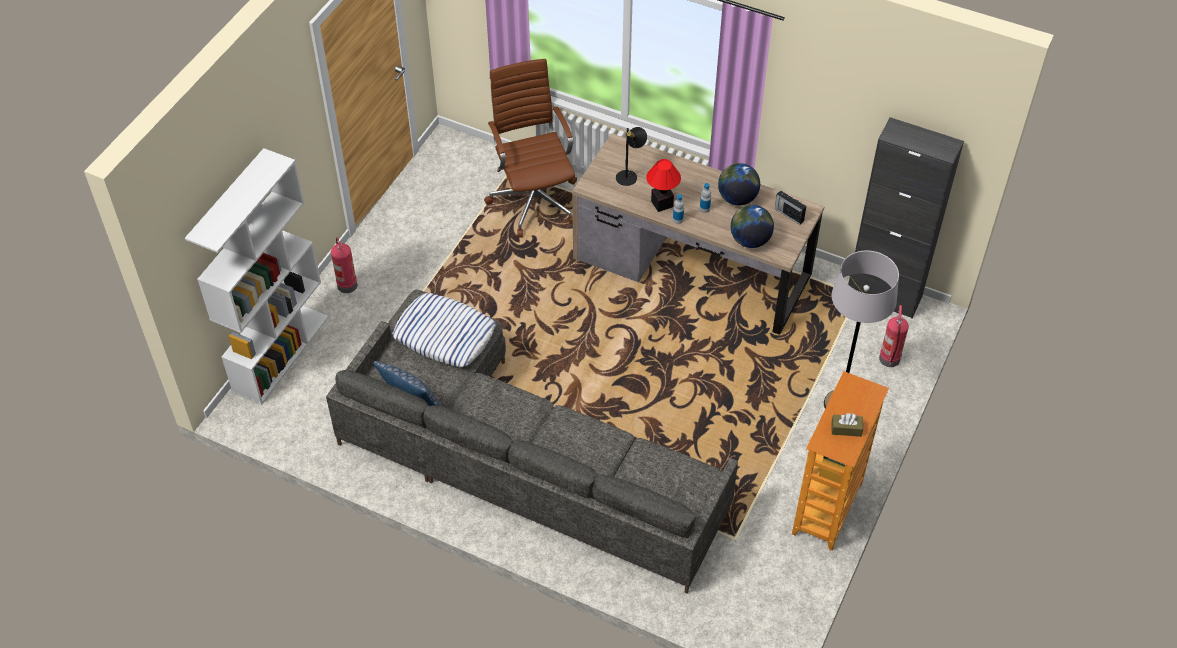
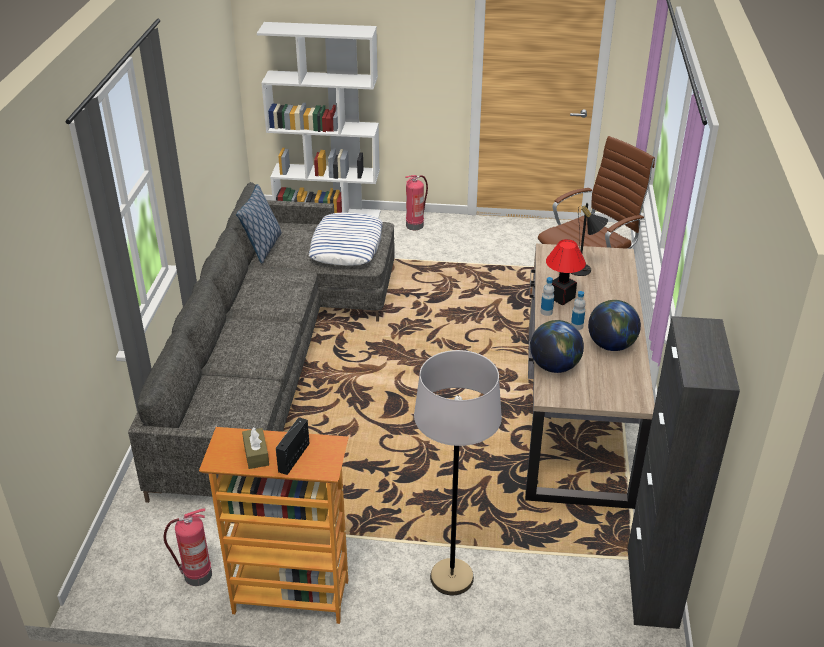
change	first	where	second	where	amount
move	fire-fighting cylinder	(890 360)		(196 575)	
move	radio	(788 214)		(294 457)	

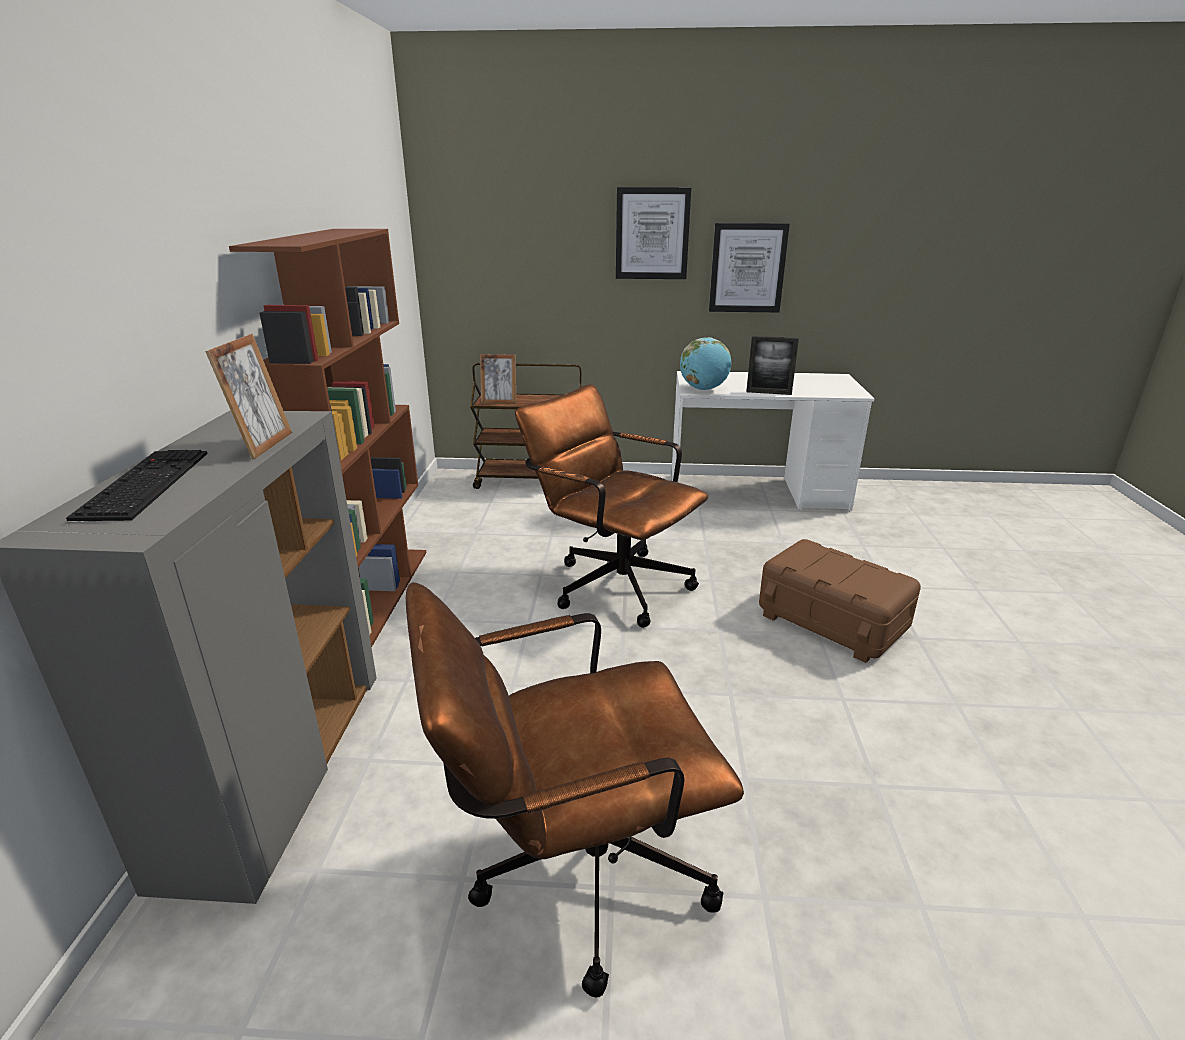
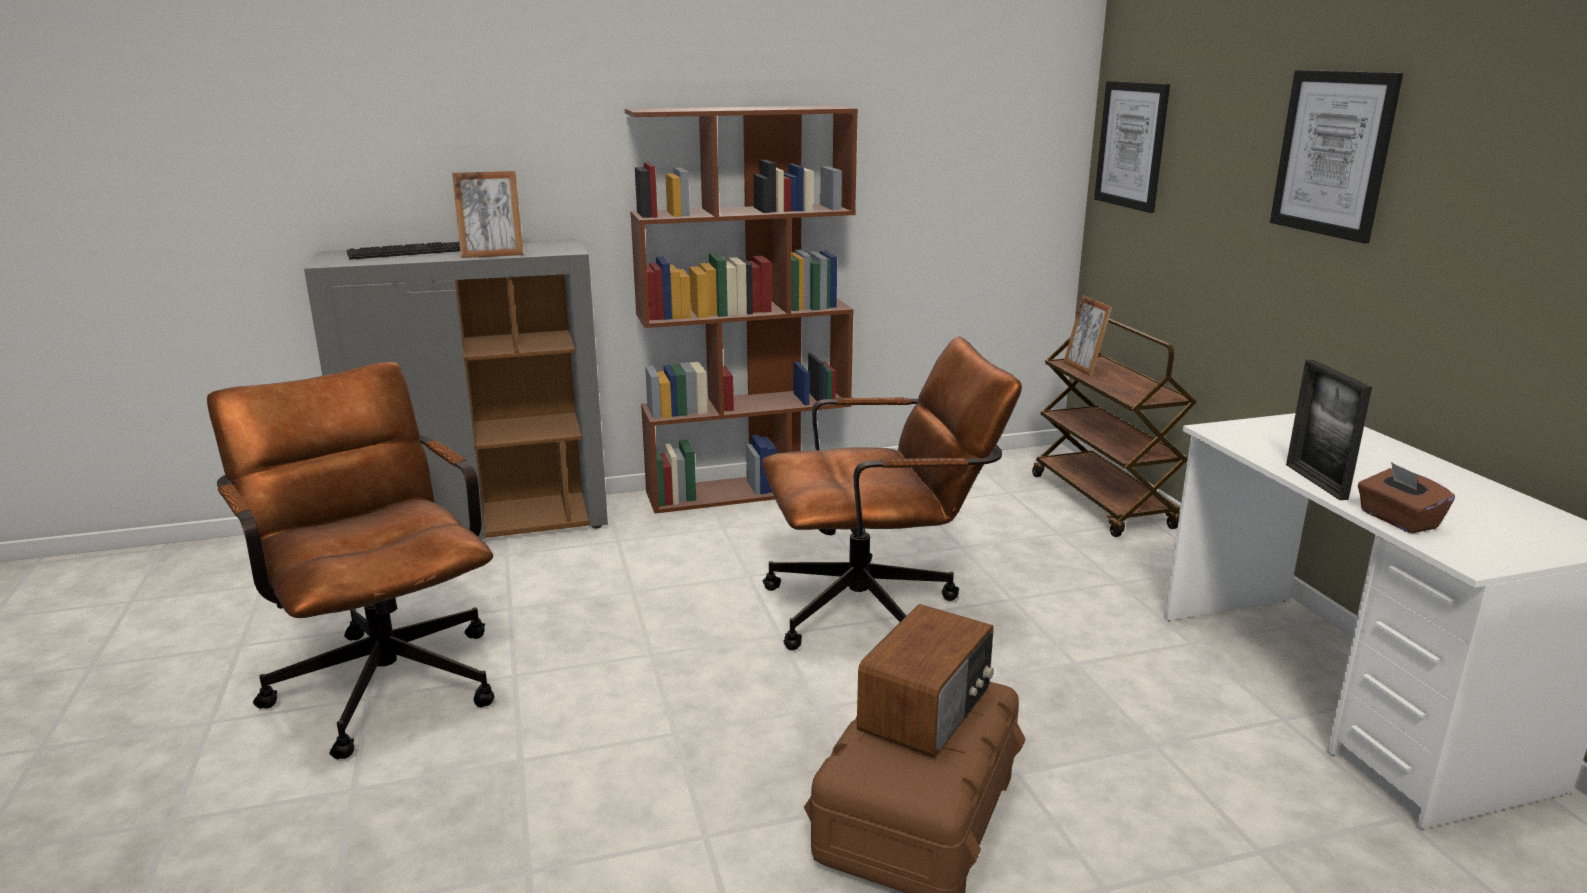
change	first	where	second	where	amount
rotate	brownish computer chair	(611 582)		(878 608)	60 degrees clockwise
insert			radio	(927 709)	
move	wall picture	(747 268)		(1131 145)	
insert			brownish tissue holder	(1397 520)	
delete	desk globe	(703 389)			

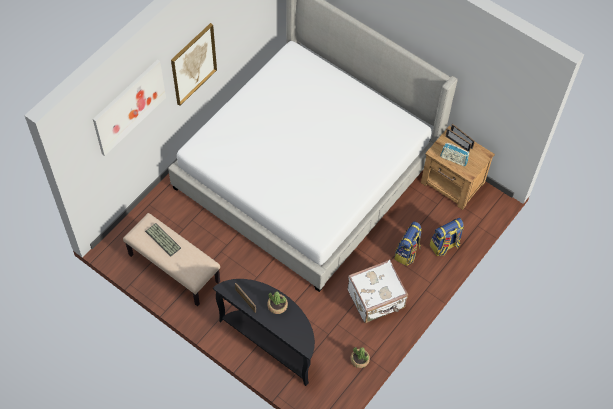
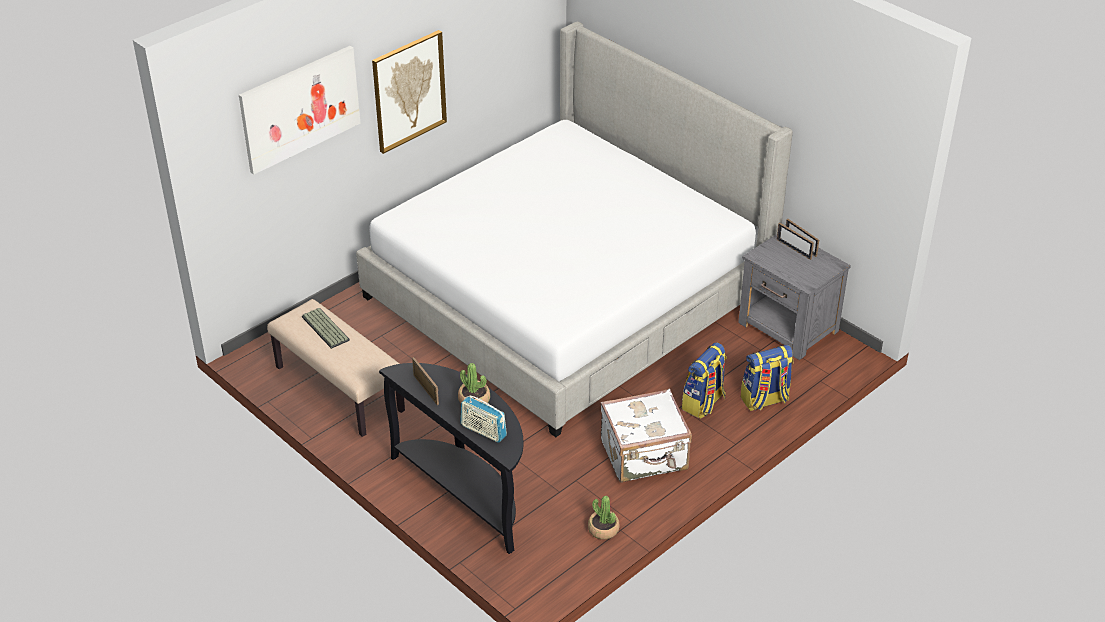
change	first	where	second	where	amount
move	radio	(453 159)		(483 431)	
recolor	brownish bedside table	(453 184)	grey bedside table	(788 328)	

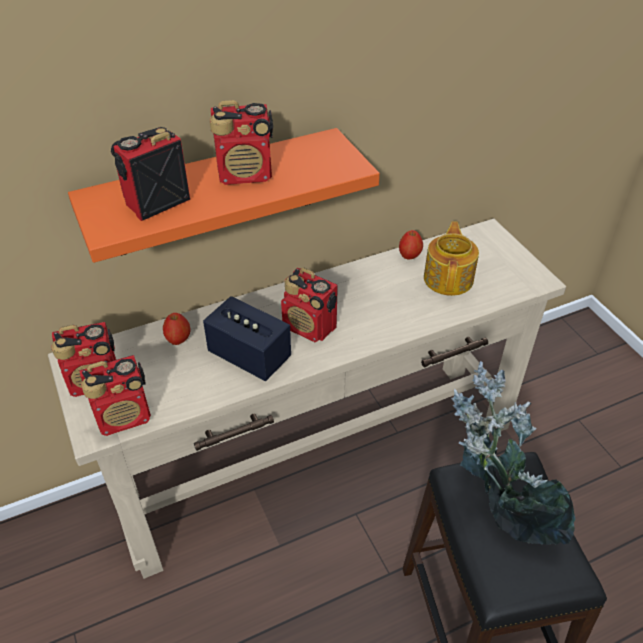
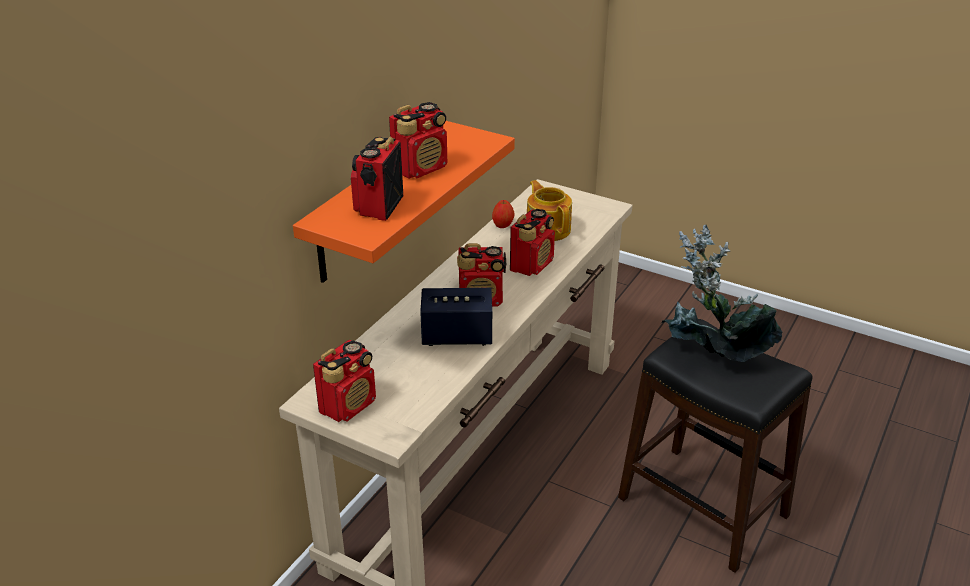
change	first	where	second	where	amount
move	radio	(124 417)		(532 265)	
delete	whole apple	(178 340)			

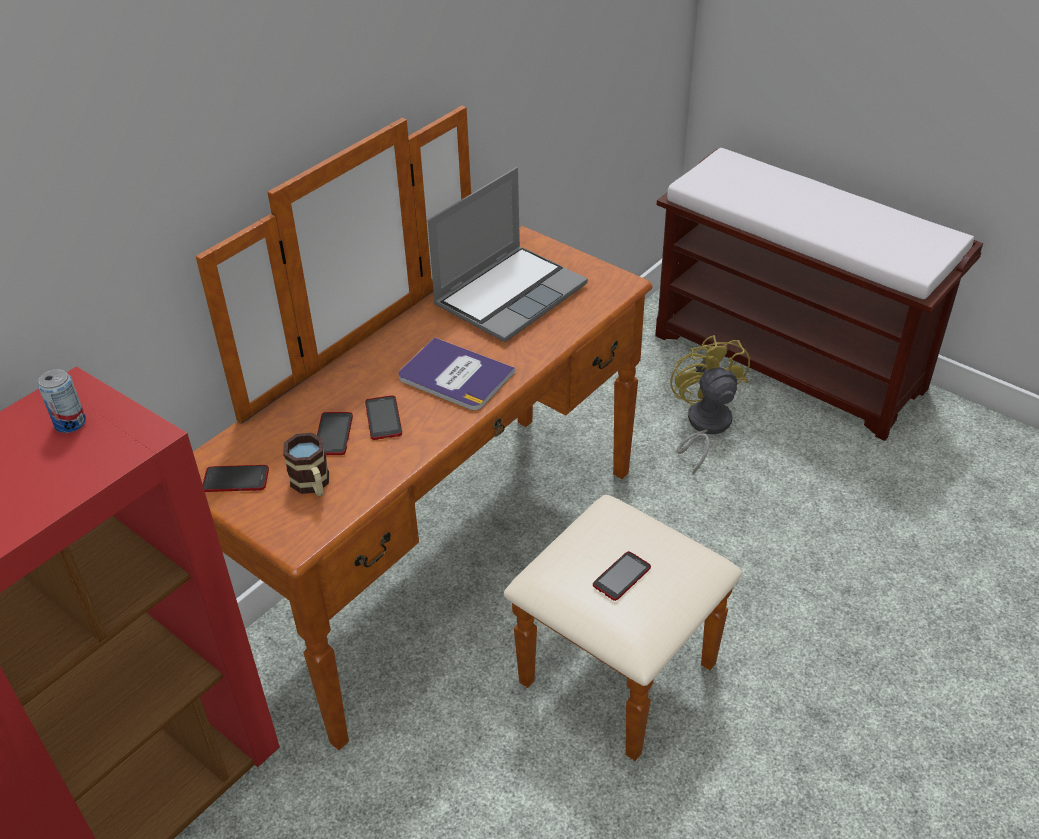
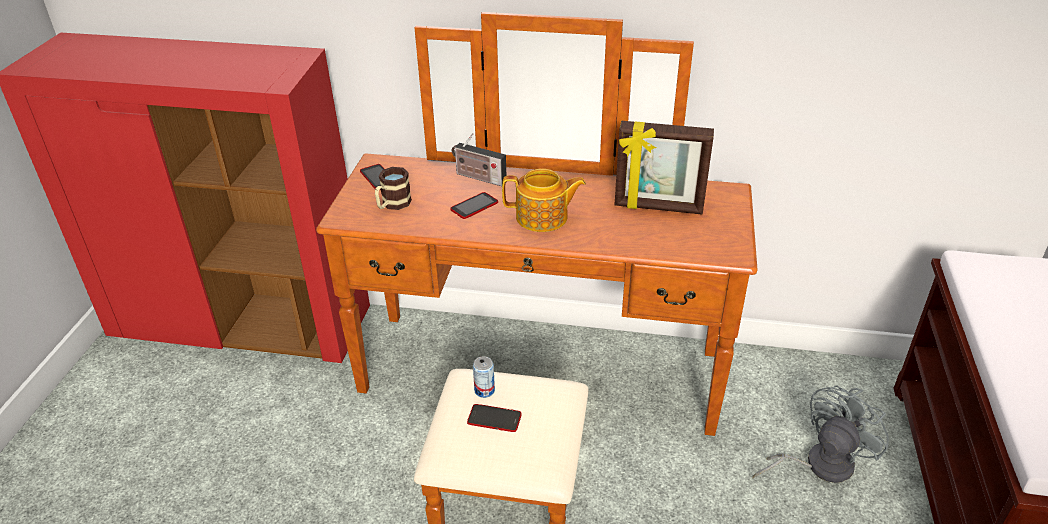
change	first	where	second	where	amount
insert			radio	(478 177)	
move	can	(70 423)		(484 390)	
replace	book	(455 376)	tea pot	(543 218)	
replace	laptop	(510 294)	photo frame	(658 208)	
recolor	yellow fan	(704 426)	grey fan	(818 465)	
delete	phone	(333 434)			

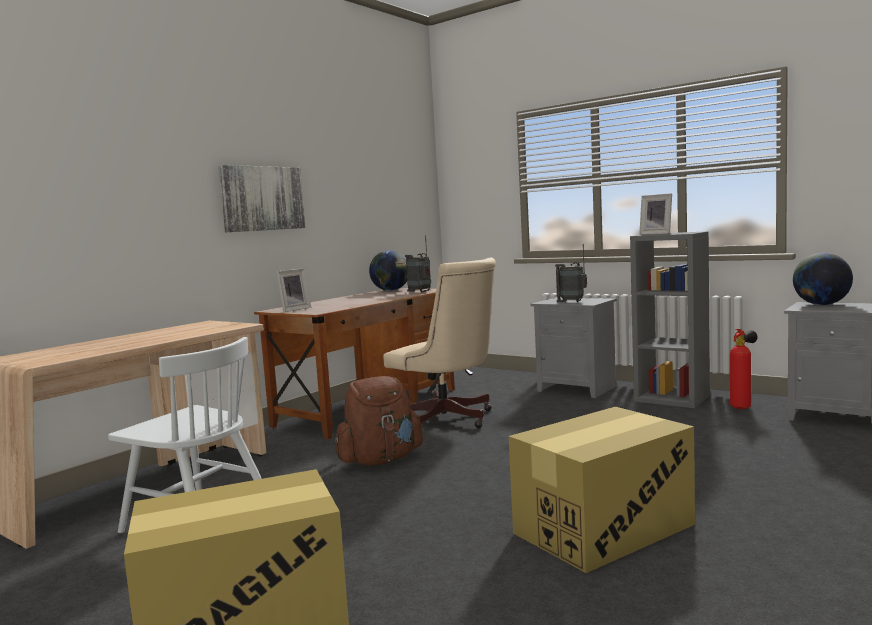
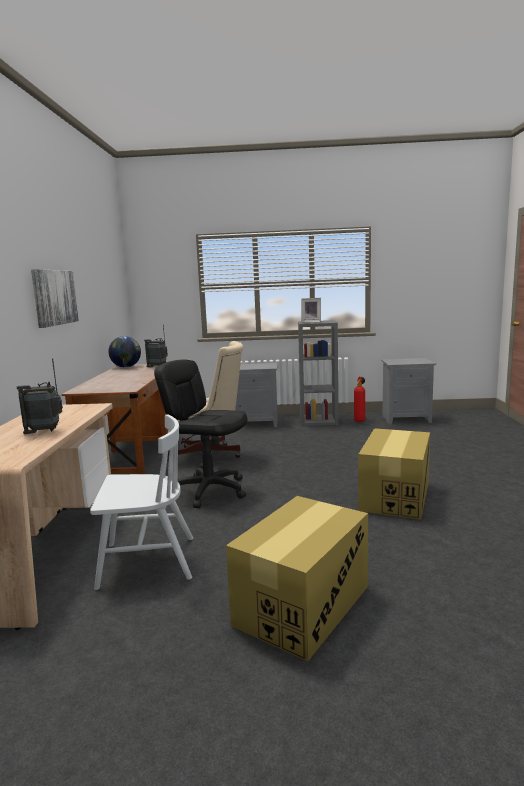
change	first	where	second	where	amount
move	radio	(572 302)		(45 431)	
replace	brownish rucksack	(380 460)	black-coloured computer chair	(209 490)	
delete	photo frame	(293 309)			
delete	desk globe	(821 304)			

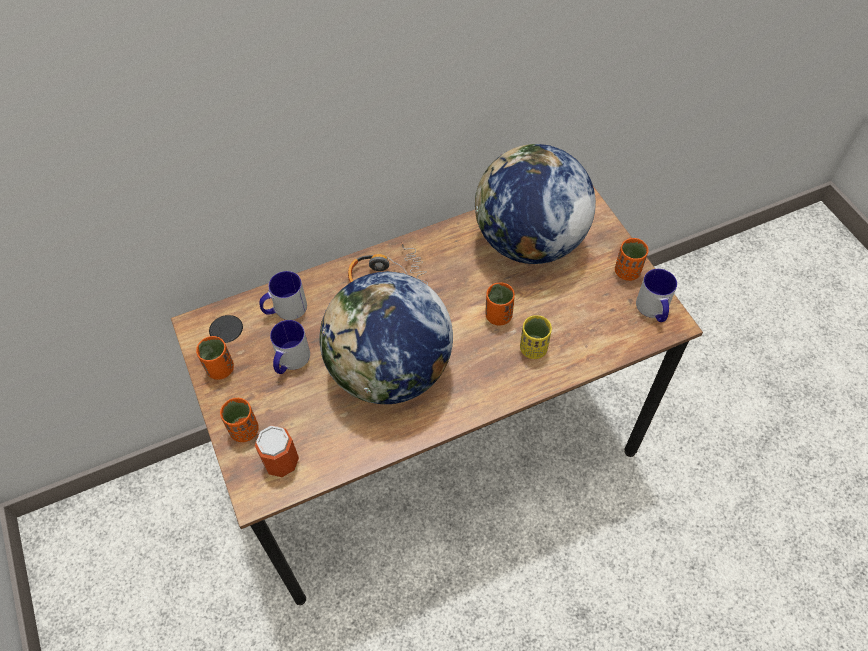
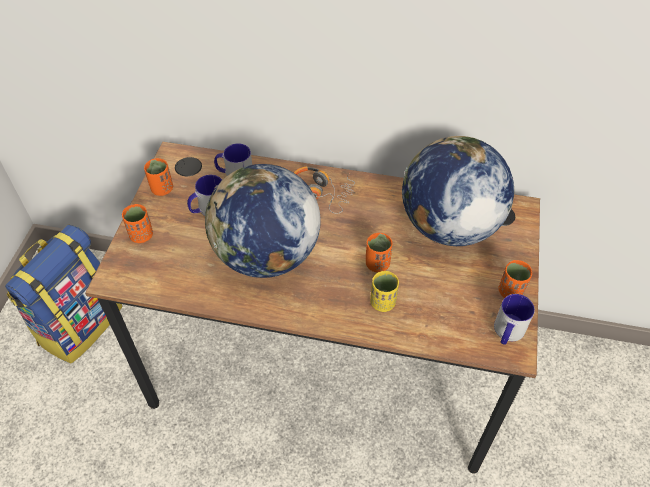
change	first	where	second	where	amount
insert			rucksack	(80 324)	
delete	can	(281 462)			

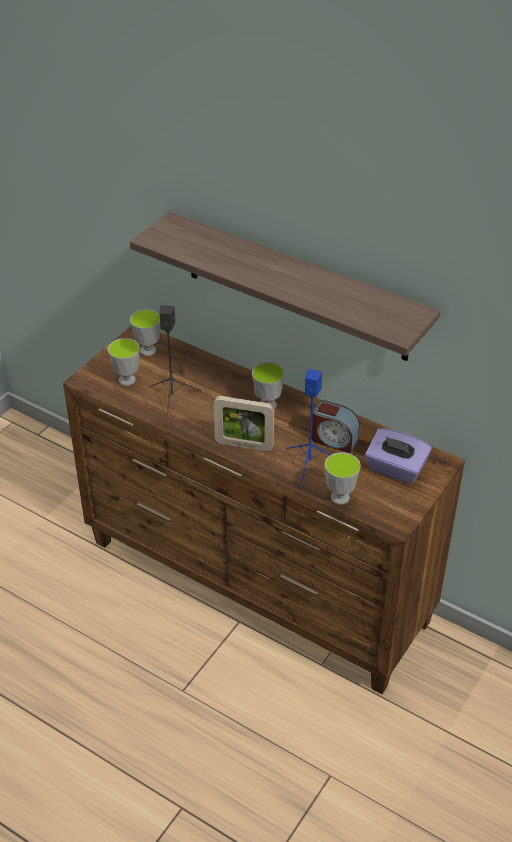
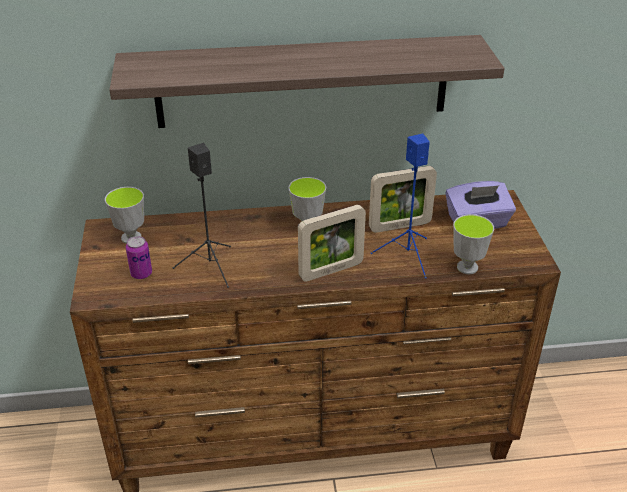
change	first	where	second	where	amount
replace	small cup	(127 380)	can	(141 274)	
replace	alarm clock	(334 440)	photo frame	(400 226)	

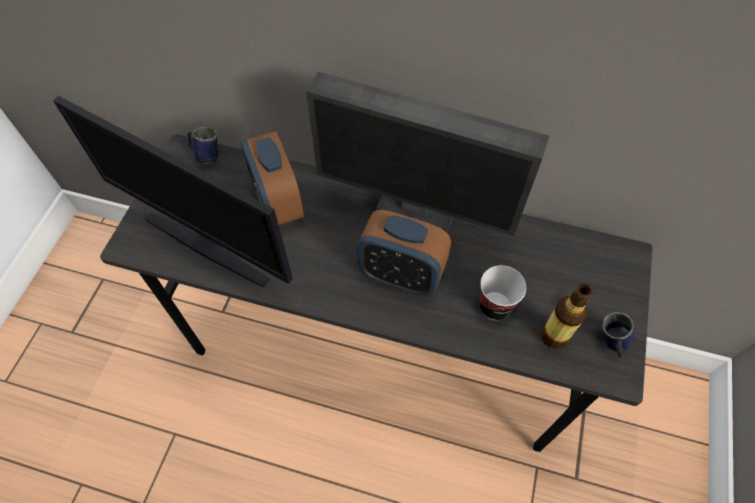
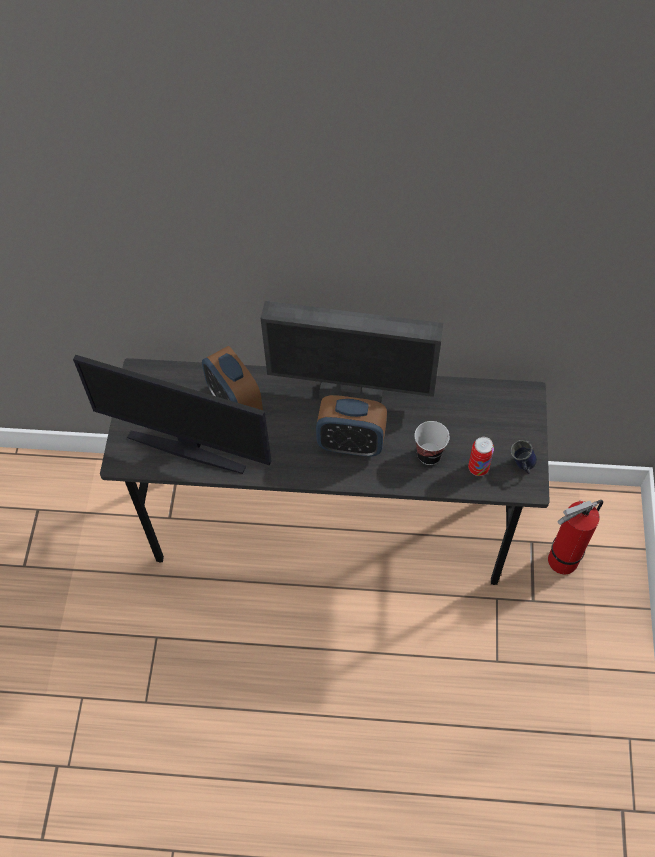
change	first	where	second	where	amount
replace	drink bottle	(554 336)	can	(478 468)	
insert			fire-fighting cylinder	(559 562)	
delete	blue mug	(206 155)			

